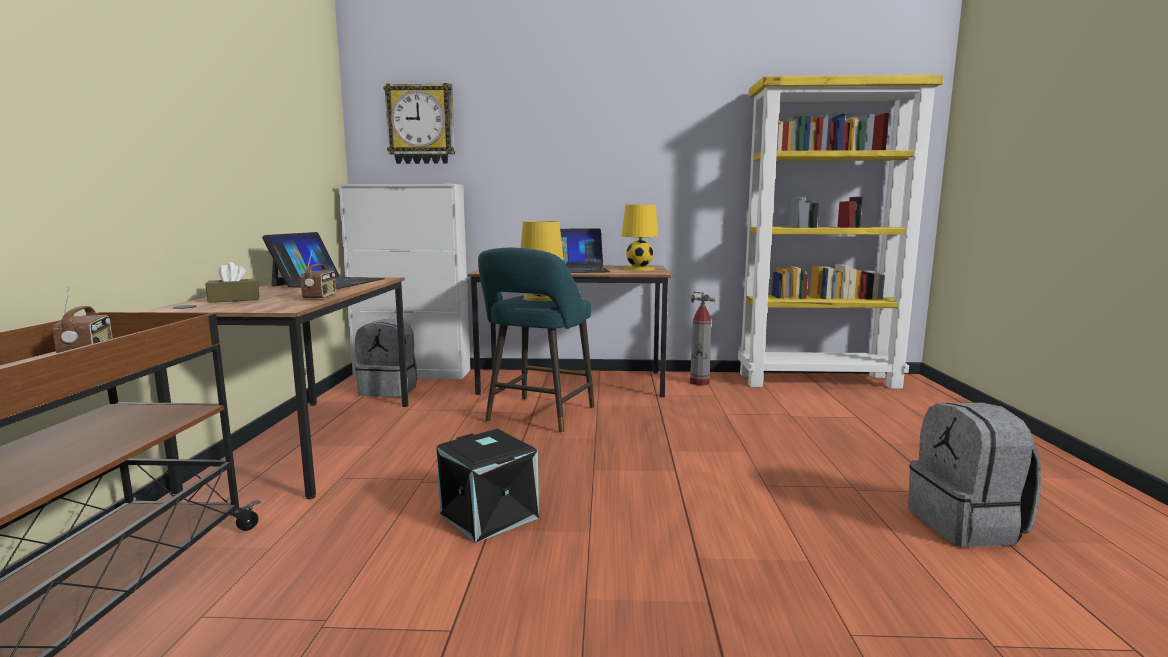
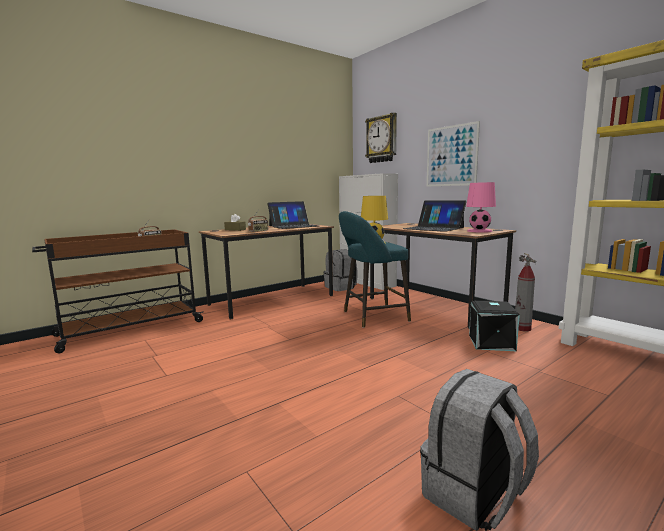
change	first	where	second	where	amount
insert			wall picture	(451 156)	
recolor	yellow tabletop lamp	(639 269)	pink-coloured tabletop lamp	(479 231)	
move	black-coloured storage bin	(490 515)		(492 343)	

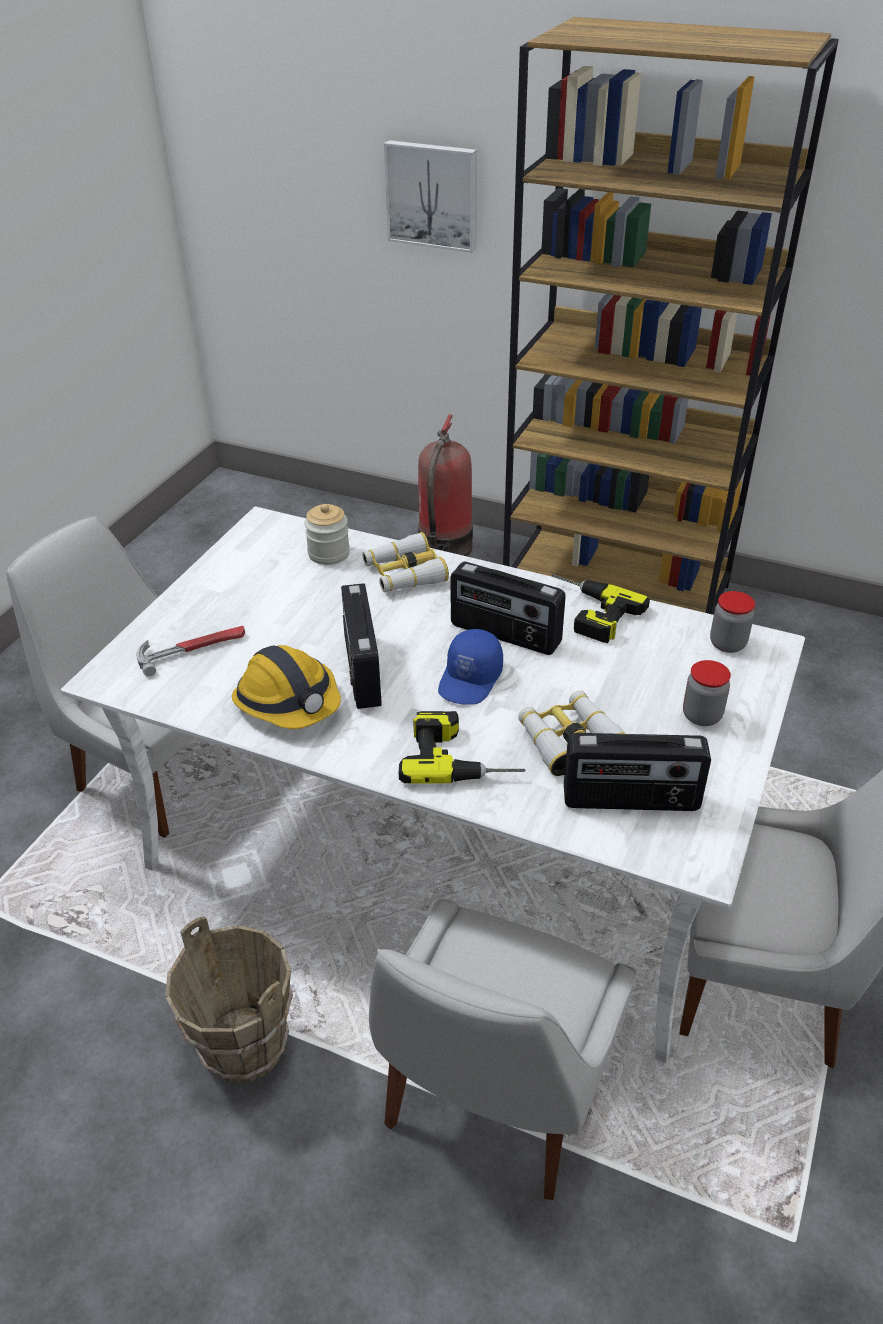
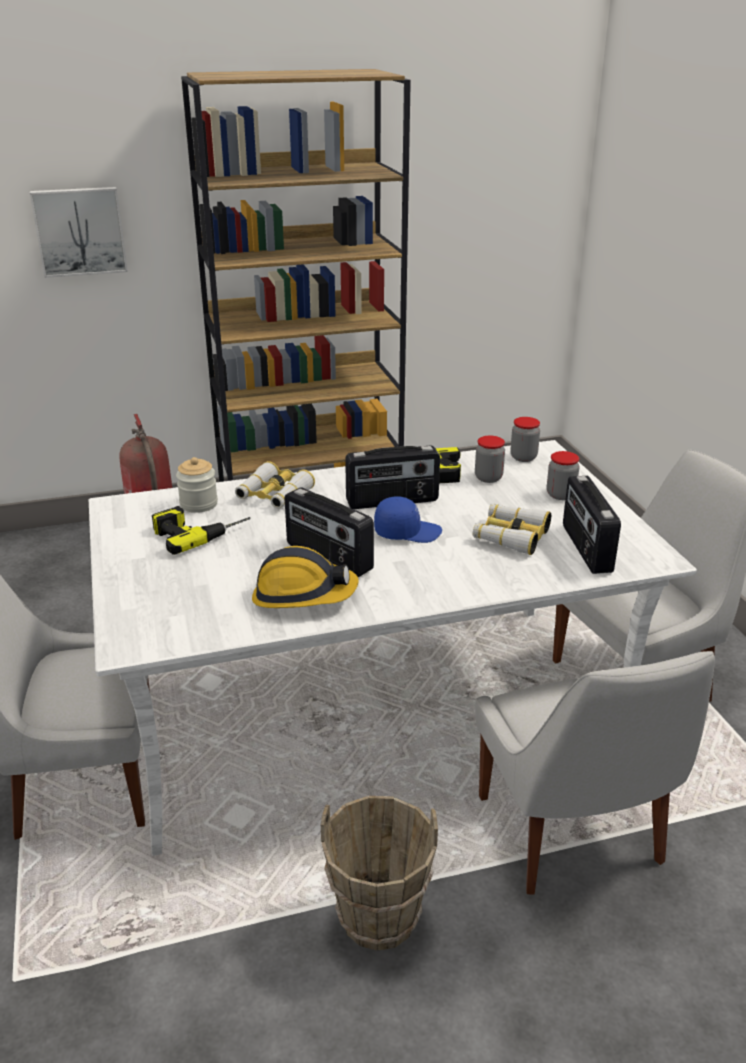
change	first	where	second	where	amount
move	electric drill	(462 756)		(199 531)	
rotate	blue cap	(471 679)		(407 532)	75 degrees counterclockwise
insert			storage jar	(488 478)	
rotate	radio	(631 801)		(585 548)	120 degrees clockwise
delete	hand hammer	(192 649)			

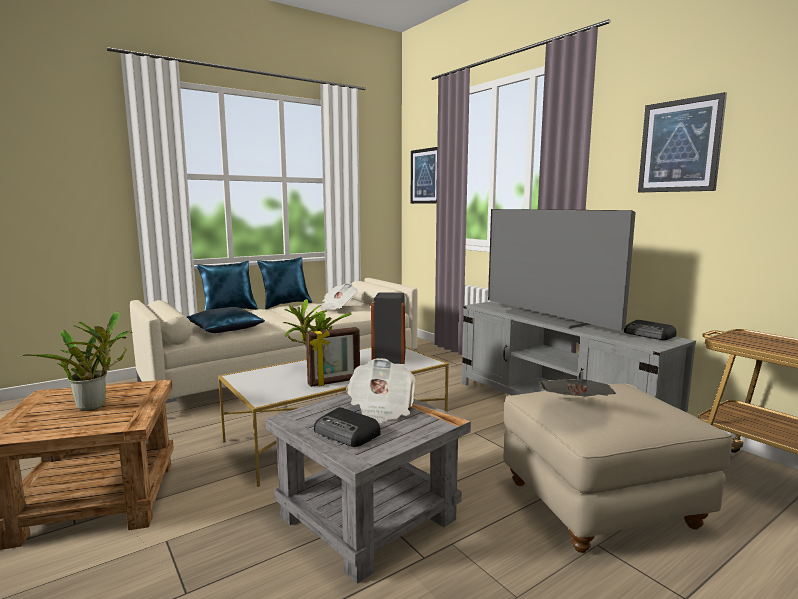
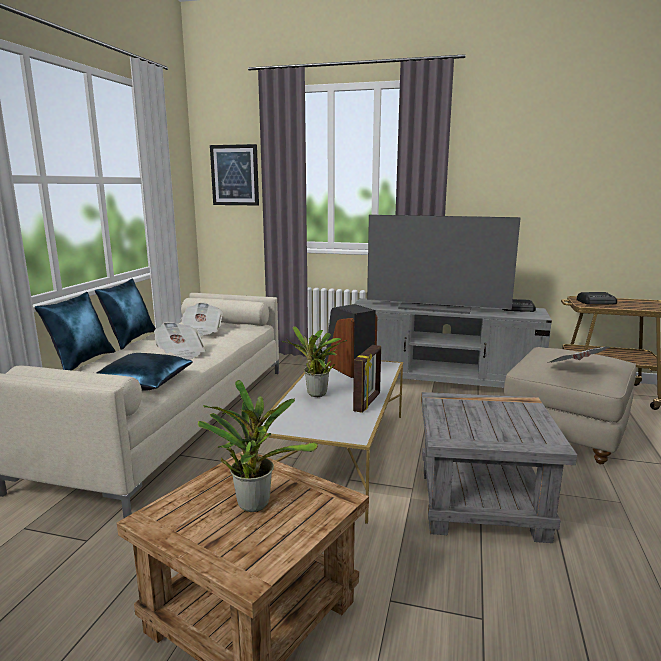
change	first	where	second	where	amount
move	daily paper	(381 409)		(181 354)	
move	radio	(347 433)		(597 302)	
delete	wall picture	(680 146)			

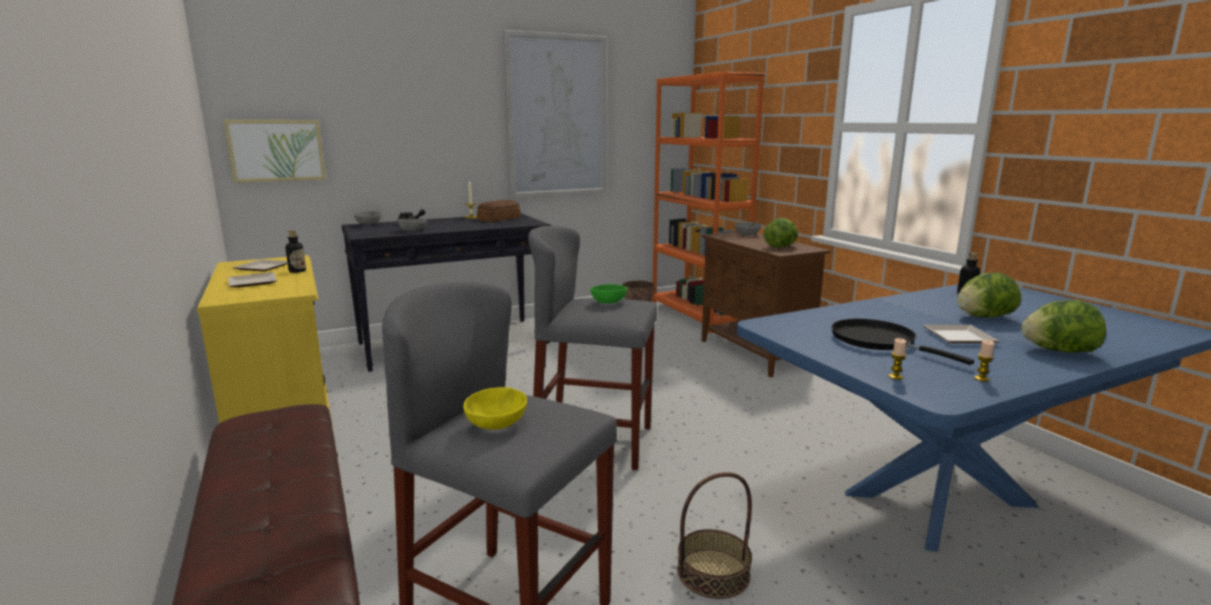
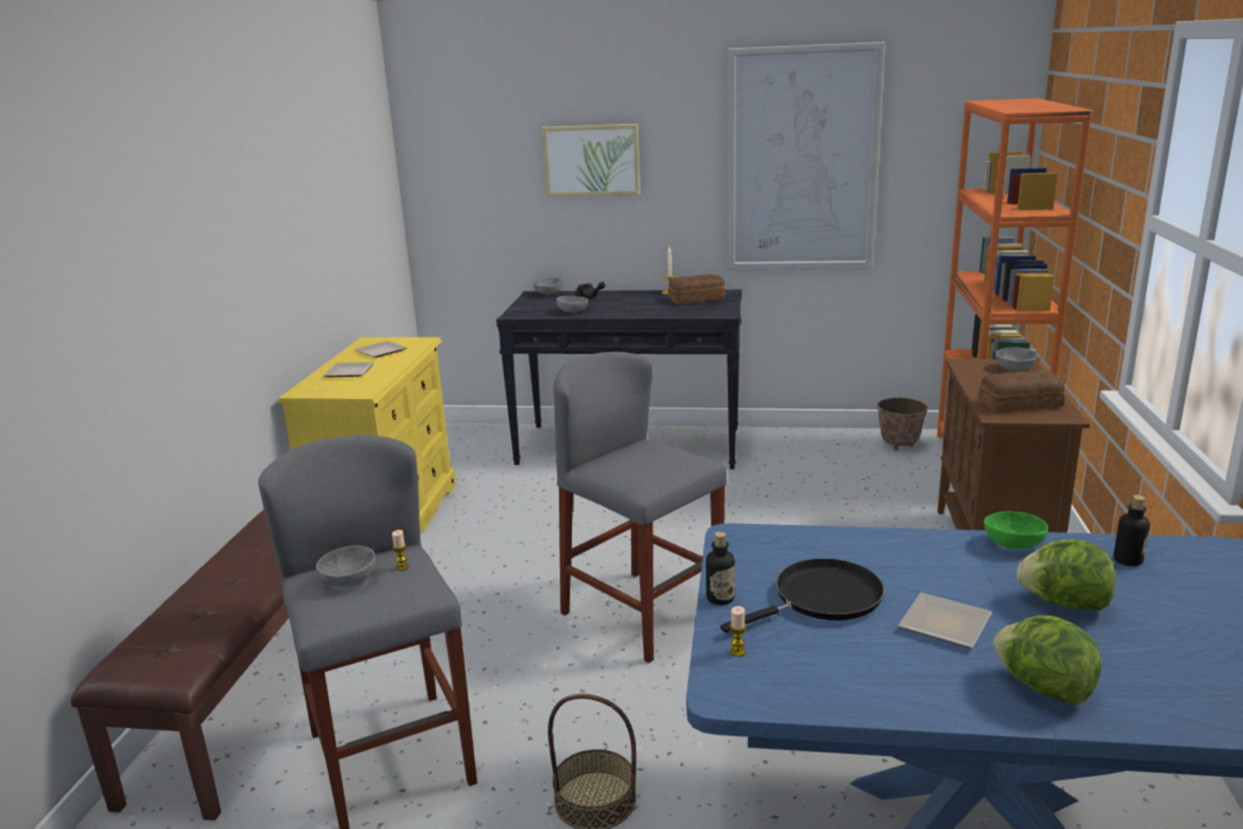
change	first	where	second	where	amount
recolor	yellow bowl	(497 424)	grey bowl	(349 581)	
move	wax light	(981 379)		(402 567)	
move	wall picture	(276 150)		(591 160)	
move	drink bottle	(297 271)		(720 598)	
rotate	black-coloured skillet	(878 341)		(822 599)	60 degrees clockwise
replace	lettuce head	(780 247)	bakery bread	(1018 404)	
move	green-coloured bowl	(607 302)		(1012 543)	

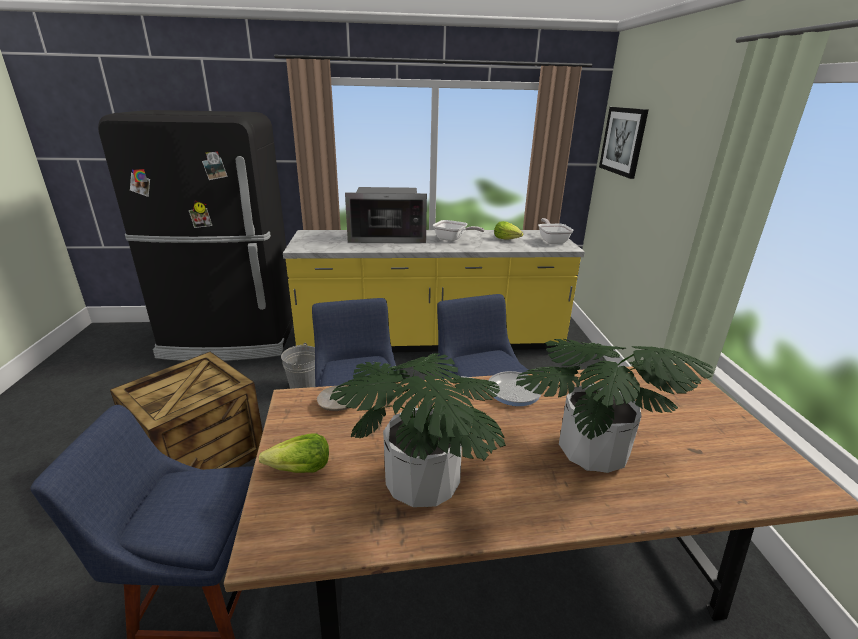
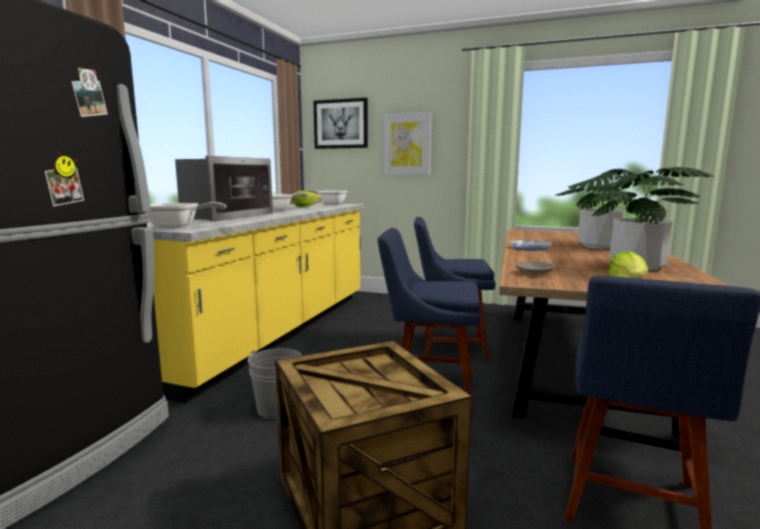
change	first	where	second	where	amount
insert			skillet	(178 227)	
insert			wall picture	(407 144)	

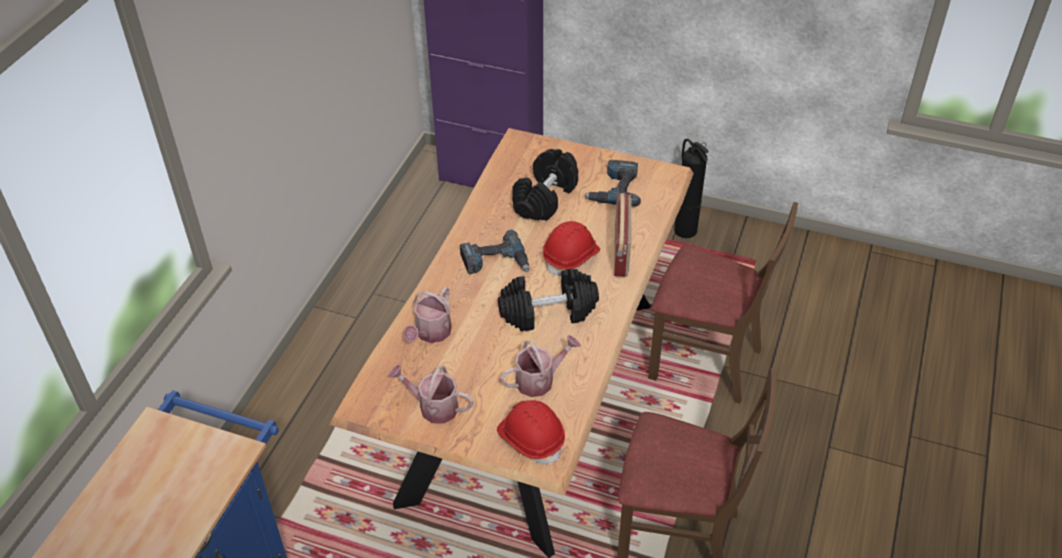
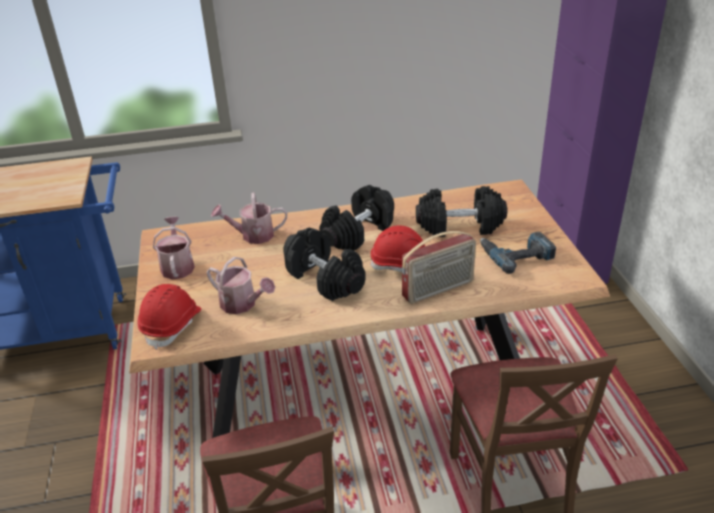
change	first	where	second	where	amount
replace	electric drill	(495 262)	black-coloured free weight	(358 232)	
delete	fire-fighting cylinder	(684 229)			

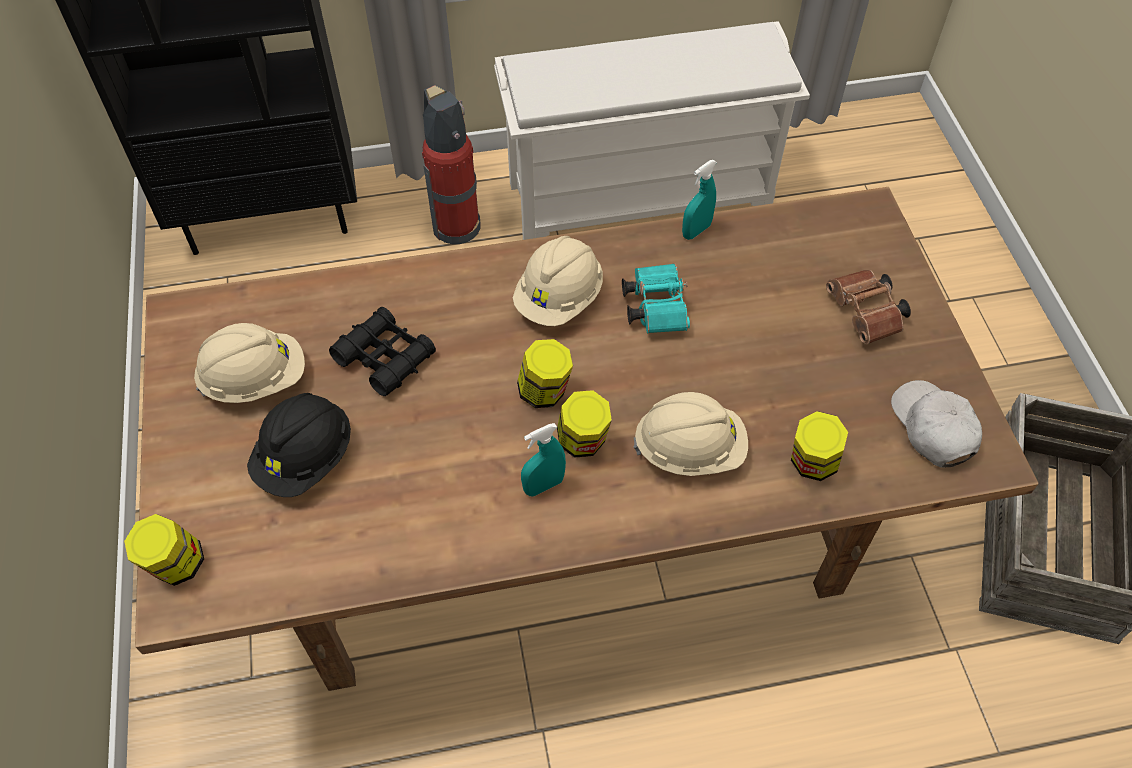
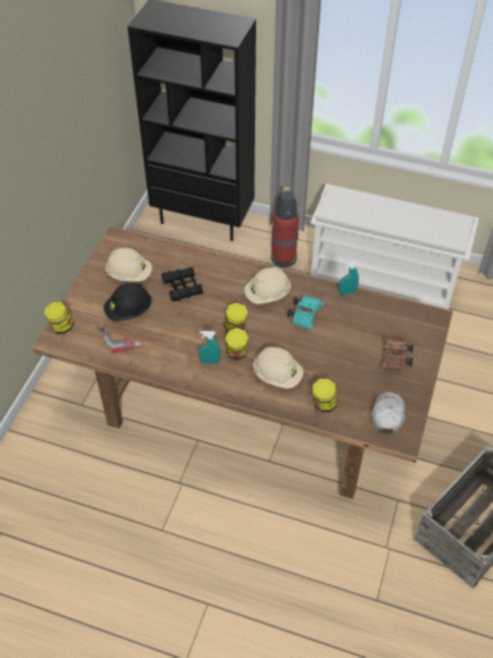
change	first	where	second	where	amount
insert			electric drill	(119 338)	

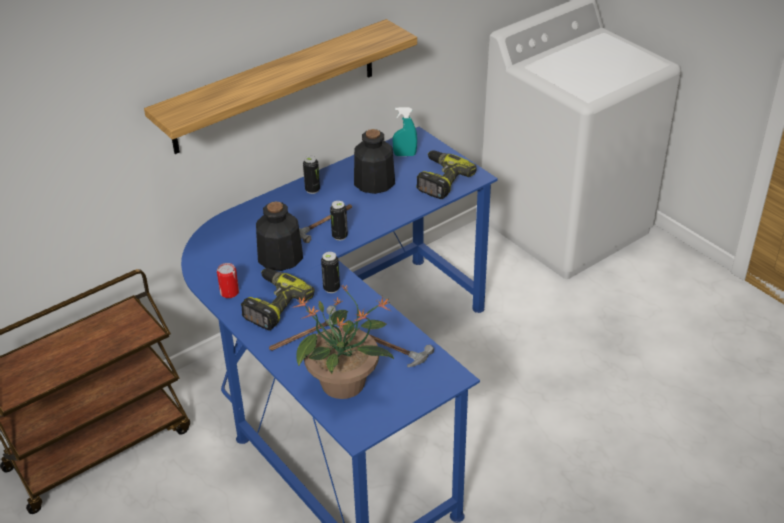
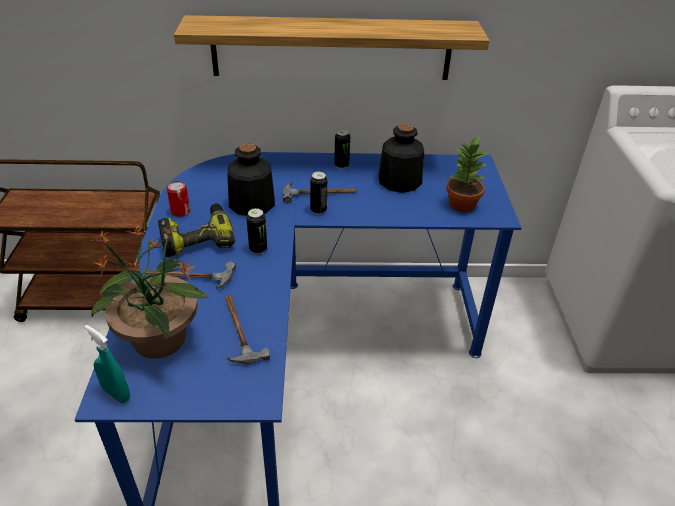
change	first	where	second	where	amount
move	blue-green sprayer	(405 155)		(116 394)	
replace	electric drill	(440 180)	plant in a pot	(461 205)	

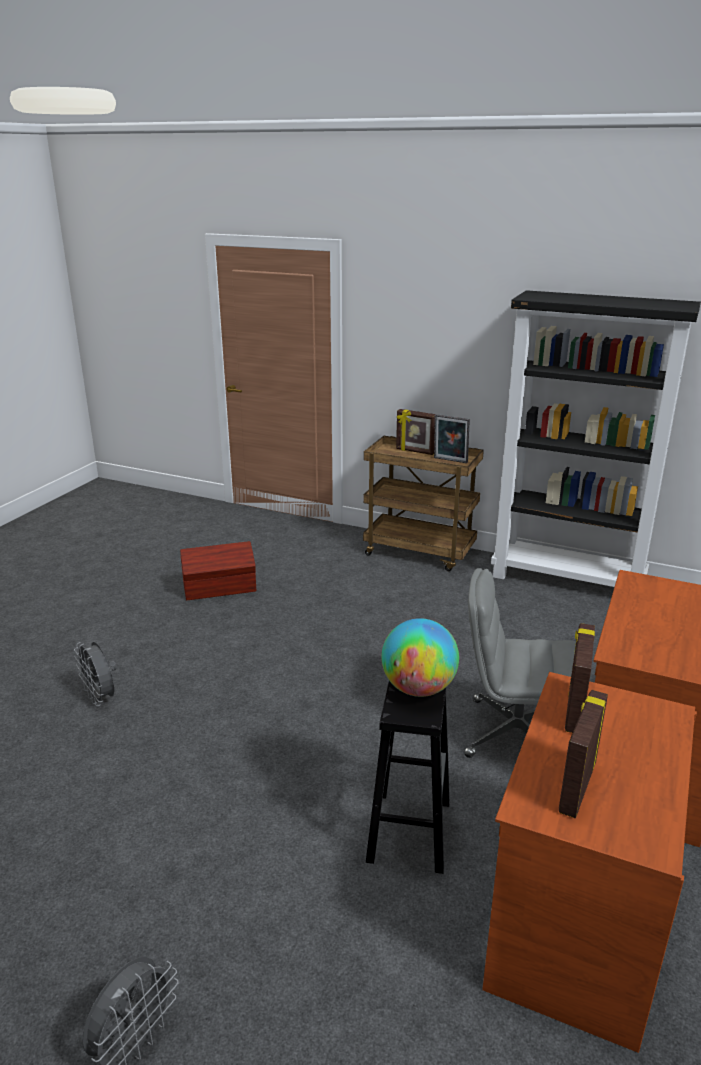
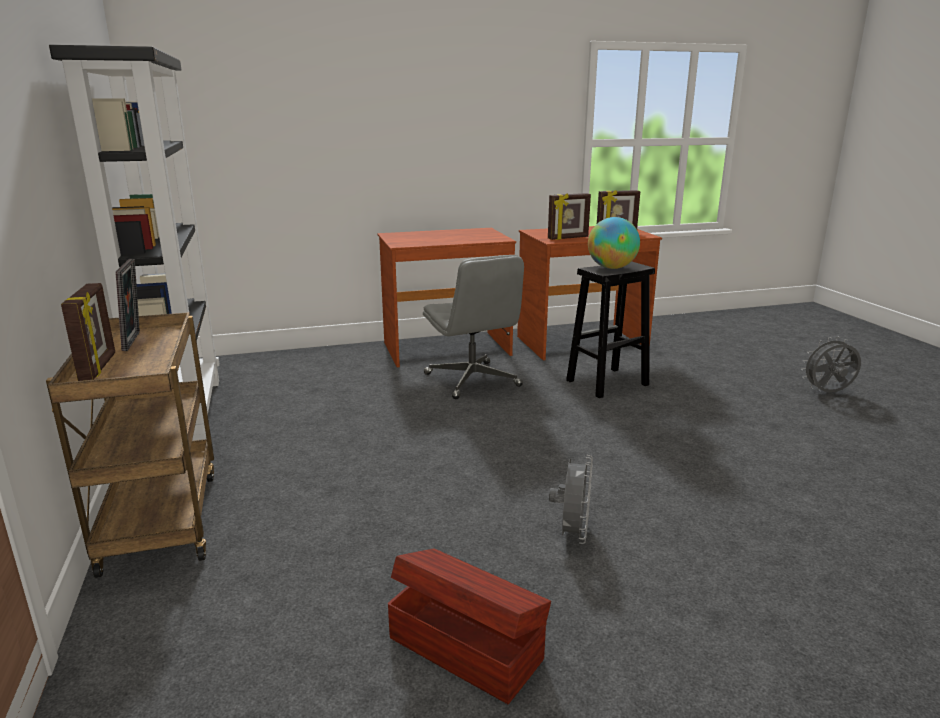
change	first	where	second	where	amount
move	grey fan	(101 698)		(572 534)	

